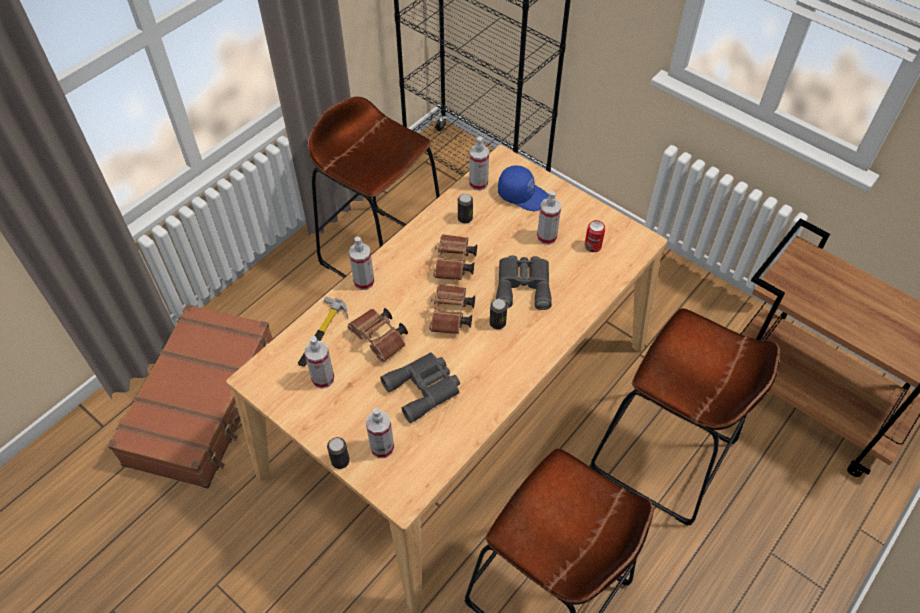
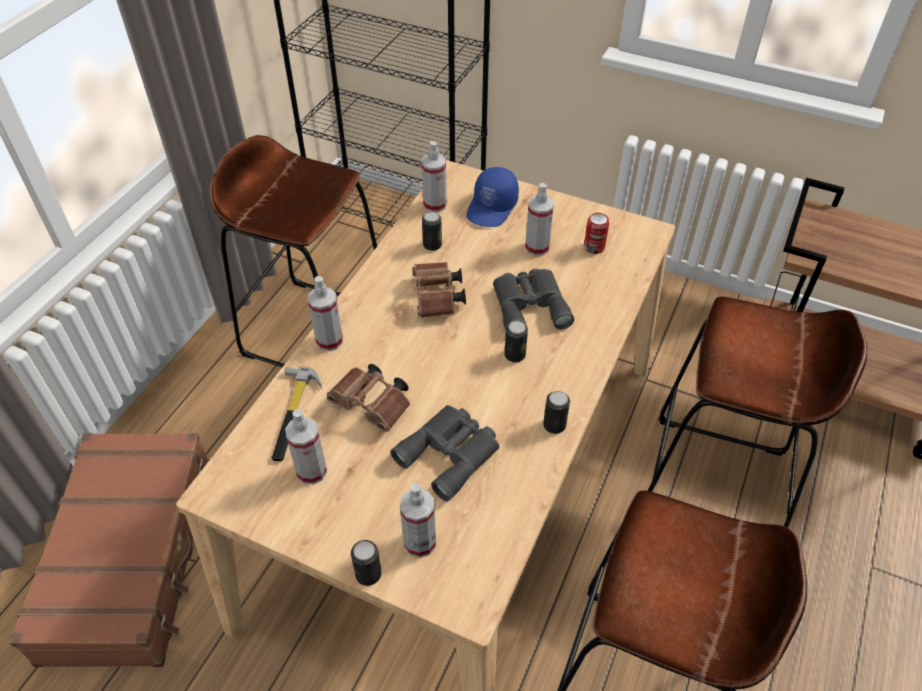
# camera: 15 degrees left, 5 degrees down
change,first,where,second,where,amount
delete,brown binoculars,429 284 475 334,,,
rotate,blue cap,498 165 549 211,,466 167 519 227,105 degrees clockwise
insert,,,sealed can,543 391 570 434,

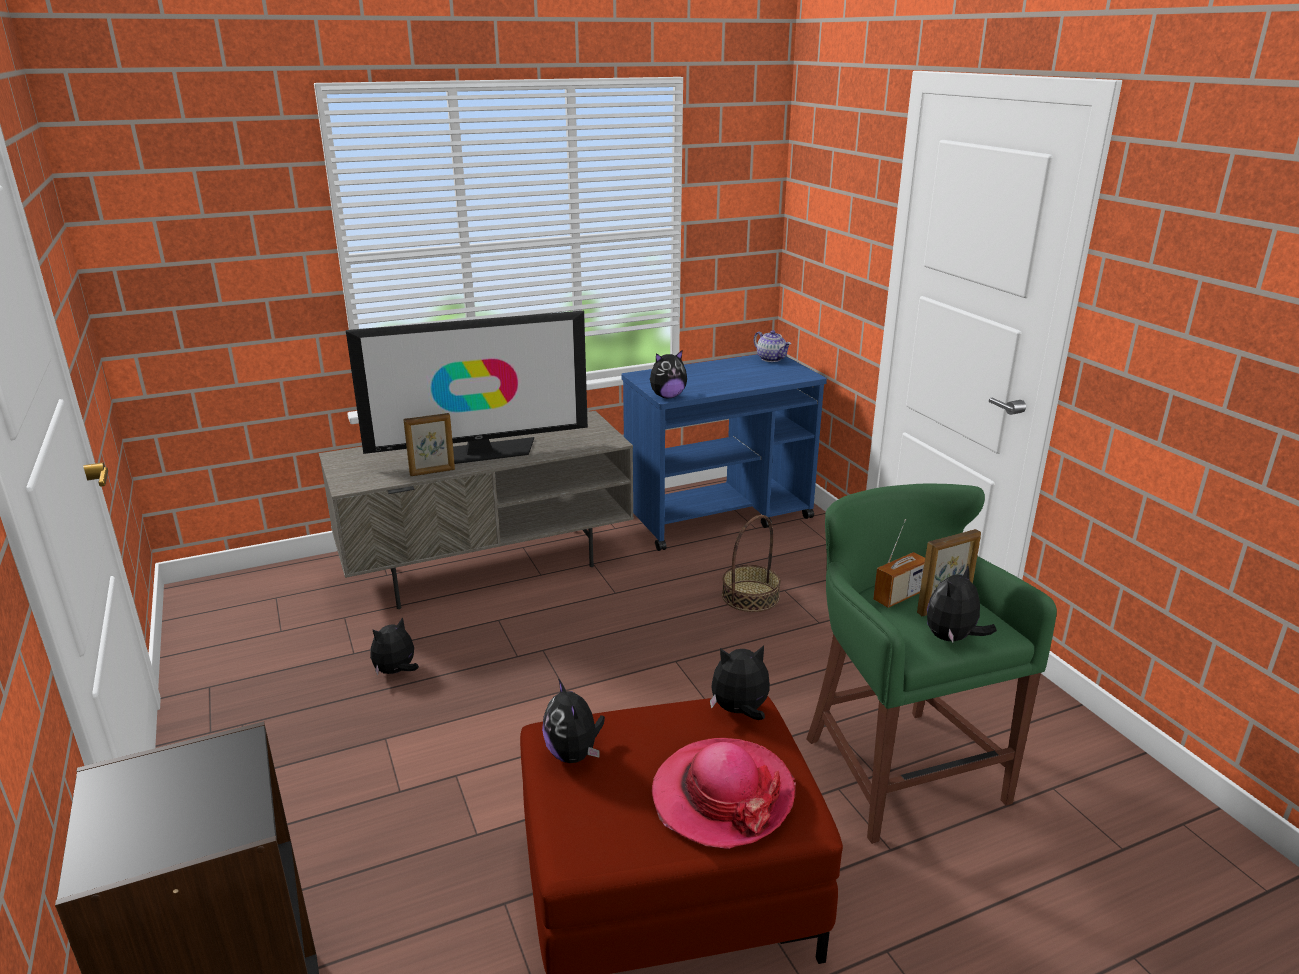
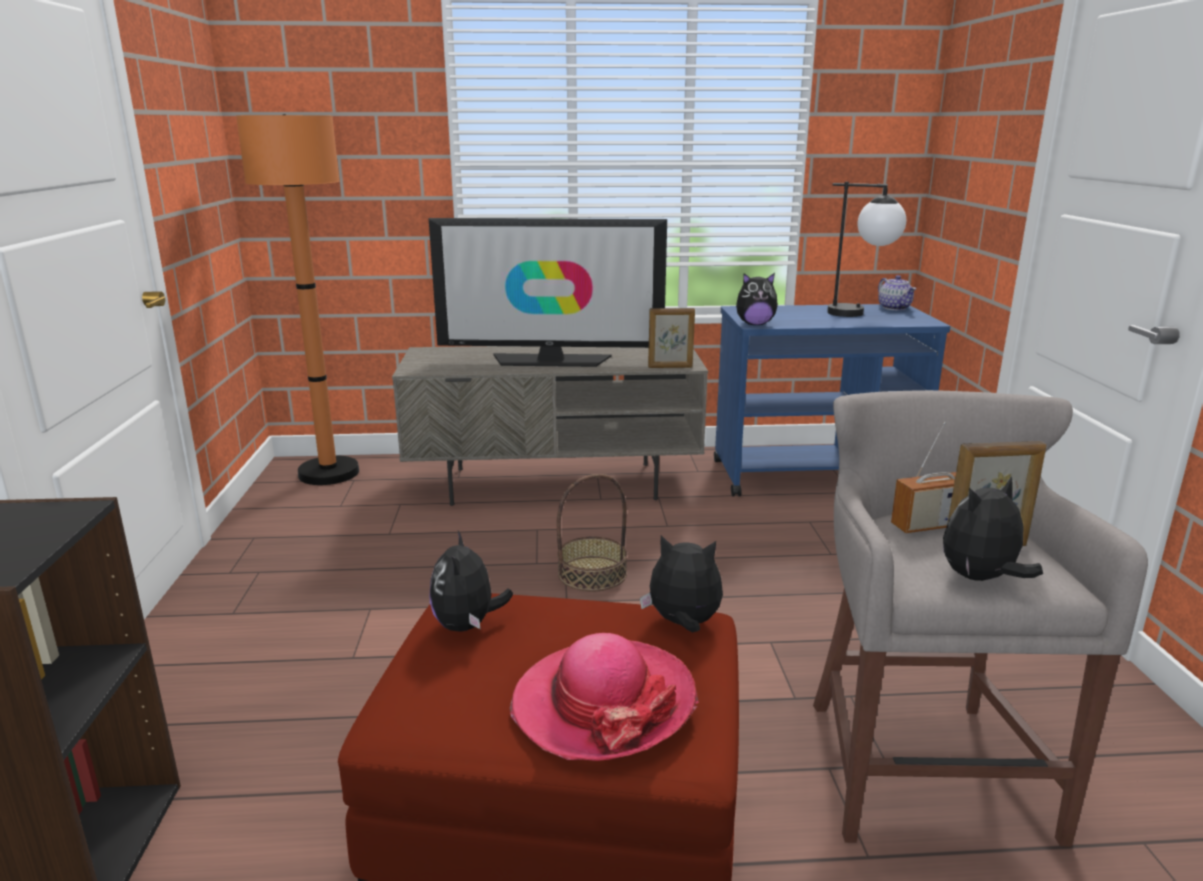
# camera: 20 degrees right, 5 degrees down
change,first,where,second,where,amount
delete,plush toy,370 617 419 676,,,
move,photo frame,404 413 455 476,,648 308 695 368,
move,household basket,722 515 781 612,,557 474 627 592,
recolor,green sitting stool,806 483 1057 844,greyish sitting stool,813 390 1148 847,
insert,,,orange-coloured standing lamp,236 114 359 485,
insert,,,table lamp,827 182 906 317,

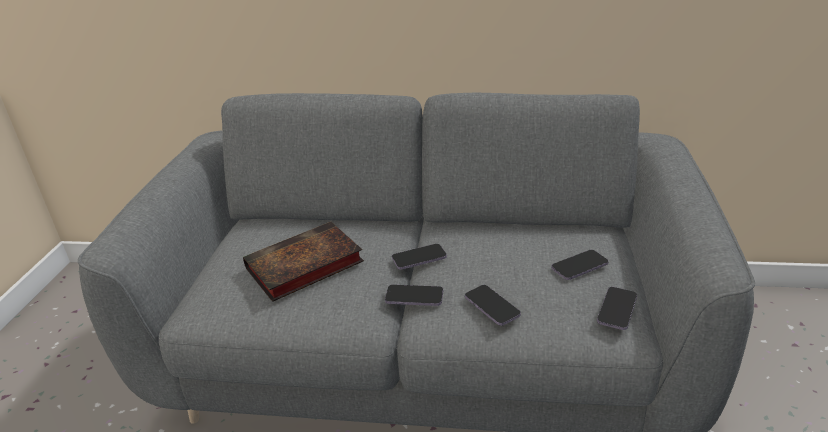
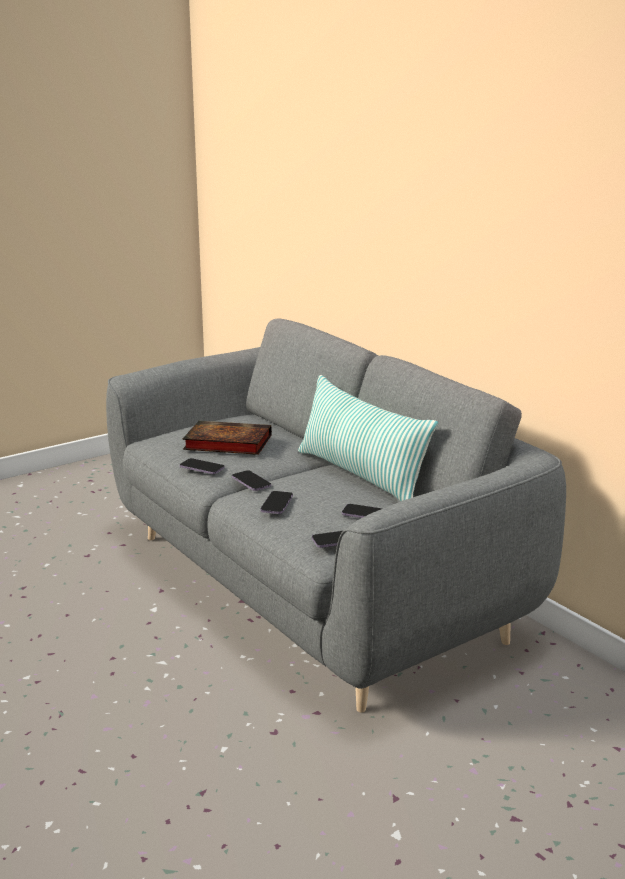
# camera: 45 degrees right, 10 degrees down
change,first,where,second,where,amount
move,phone,392 244 447 270,,180 458 225 474,
insert,,,pillow,298 375 438 501,

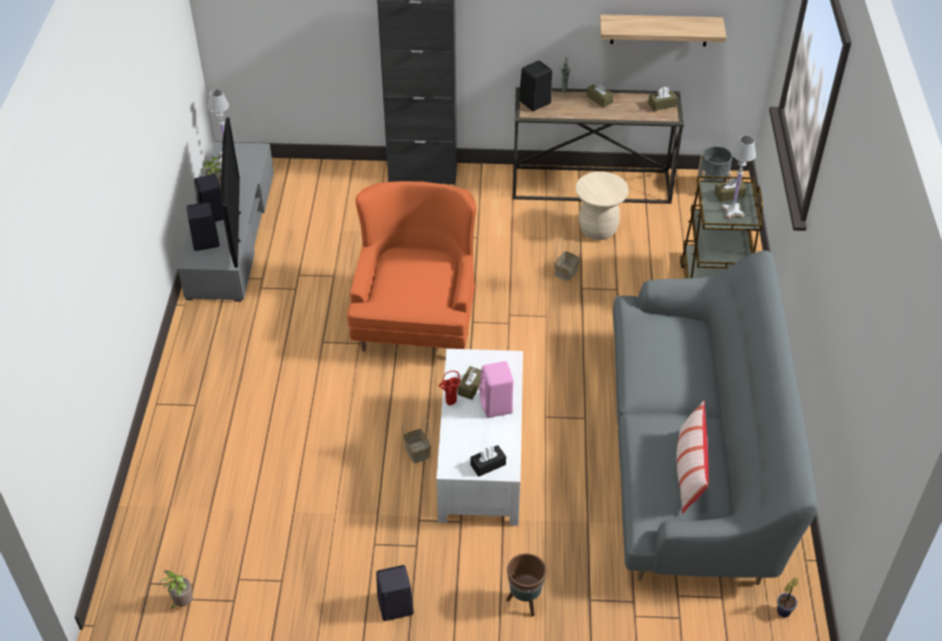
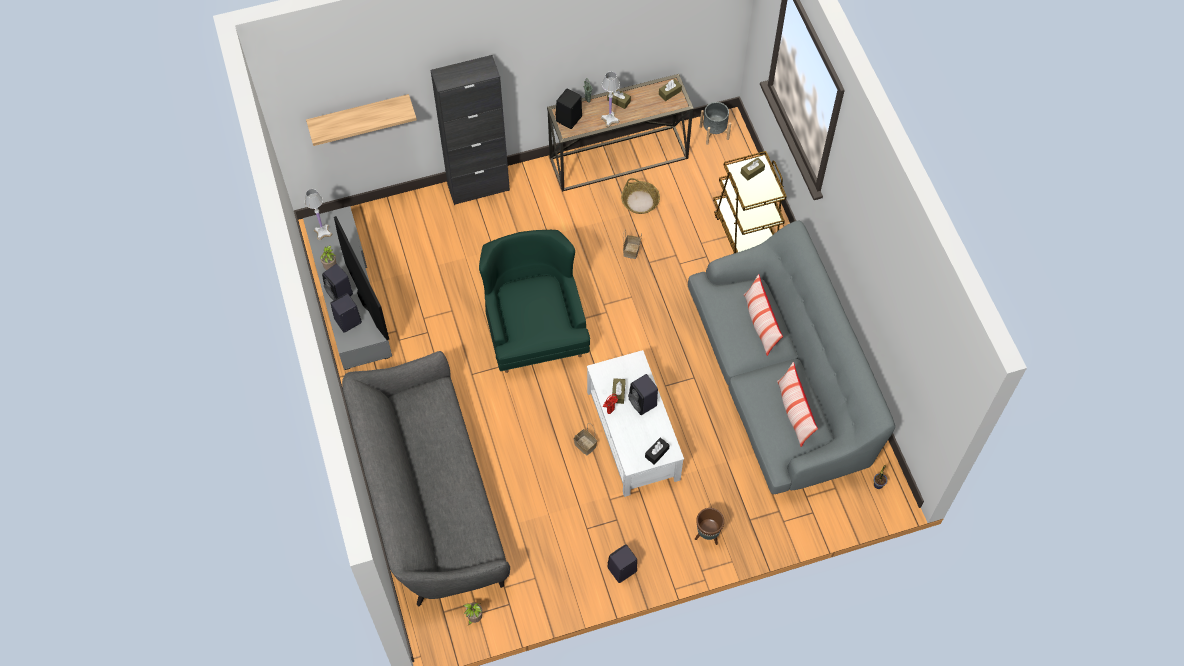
# camera: 20 degrees left, 15 degrees up
change,first,where,second,where,amount
recolor,orange-coloured armchair,347 181 476 351,green armchair,479 230 590 373,
recolor,pink loudspeaker,479 361 514 418,black-coloured loudspeaker,628 374 658 415,
replace,sand-coloured sitting stool,576 172 629 240,household basket,621 178 660 214,
move,wall shelf,600 14 726 46,,306 94 417 146,
move,white table lamp,720 135 756 220,,601 71 620 128,
insert,,,greyish sofa,342 351 510 606,
insert,,,pillow,744 274 783 356,

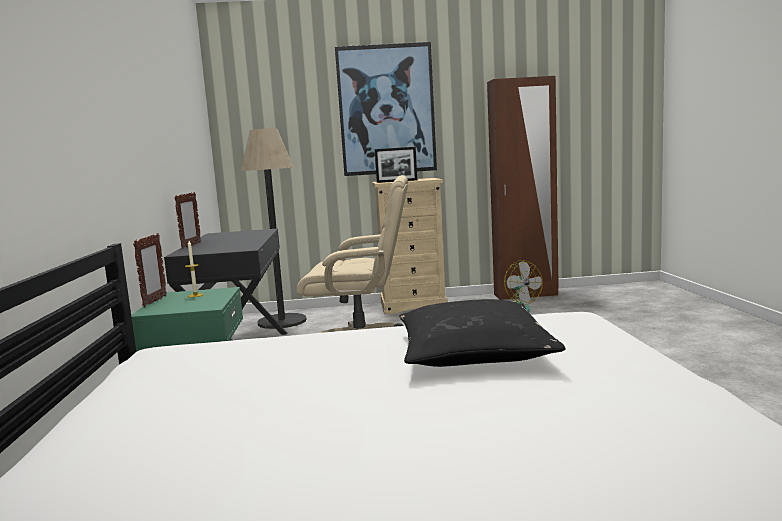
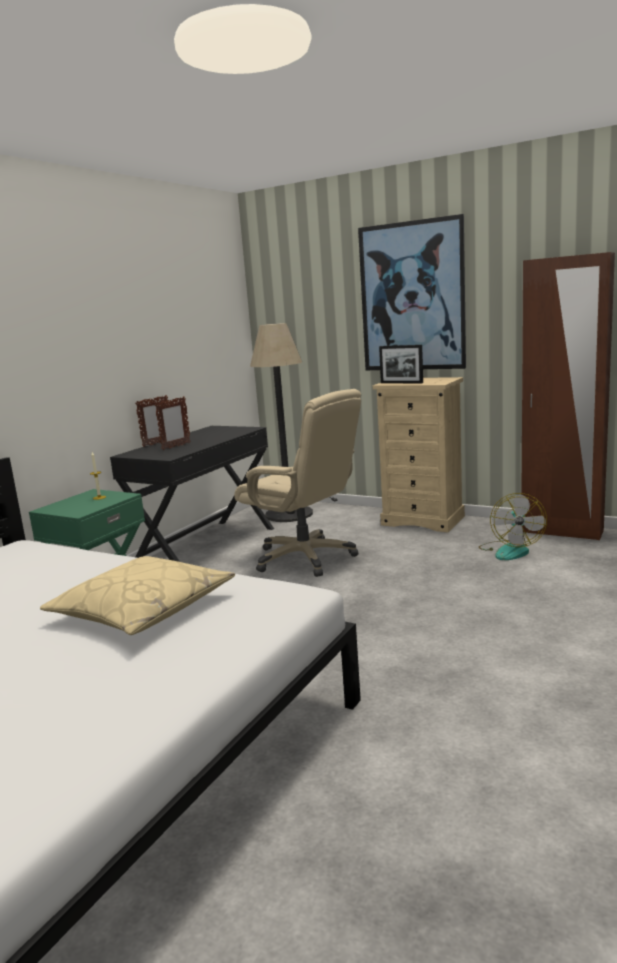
# camera: 35 degrees right, 5 degrees up
change,first,where,second,where,amount
move,photo frame,133 233 167 307,,155 396 191 450,
recolor,black-coloured pillow,400 299 565 367,sand-coloured pillow,40 556 235 635,

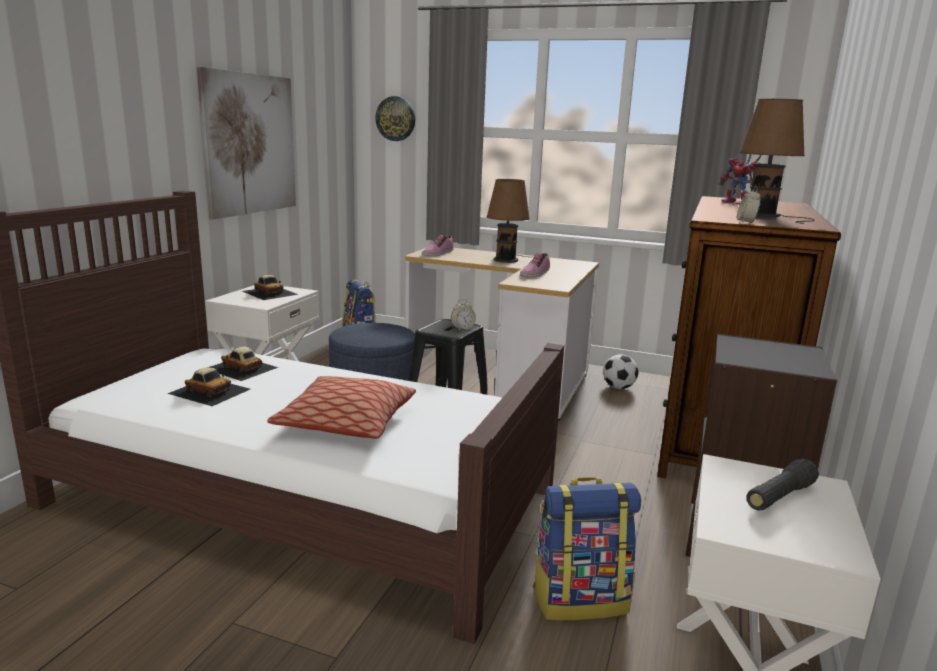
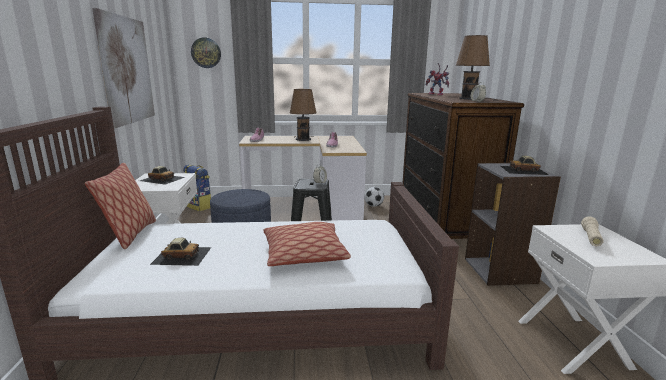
# camera: 25 degrees left, 0 degrees up
change,first,where,second,where,amount
move,miniature car,210 346 278 381,,501 156 549 175,
delete,knapsack,533 477 641 620,,,
recolor,black-coloured torch,747 459 819 511,sand-coloured torch,581 217 604 246,
insert,,,pillow,85 163 156 249,

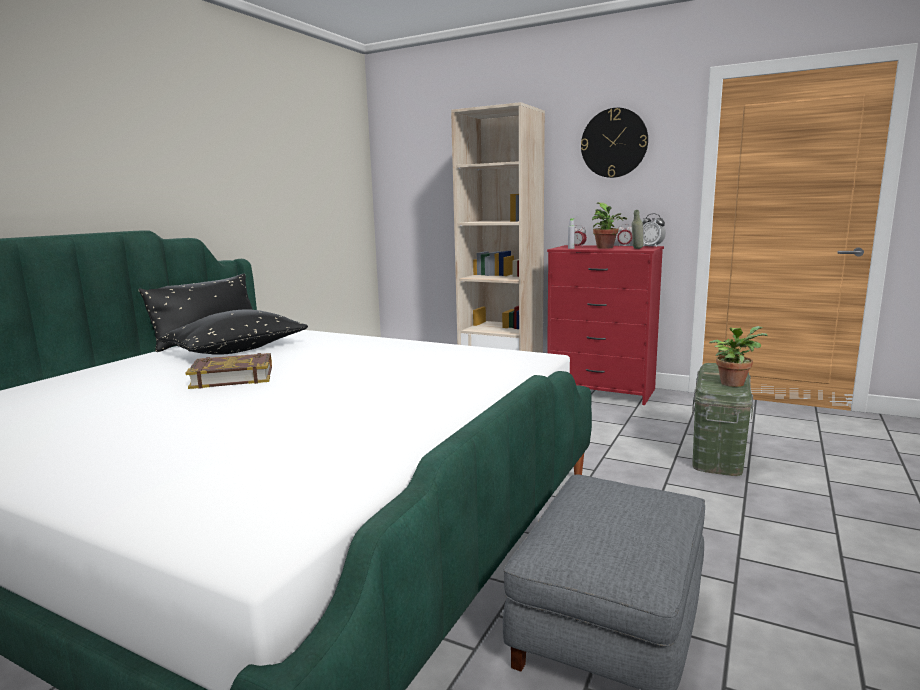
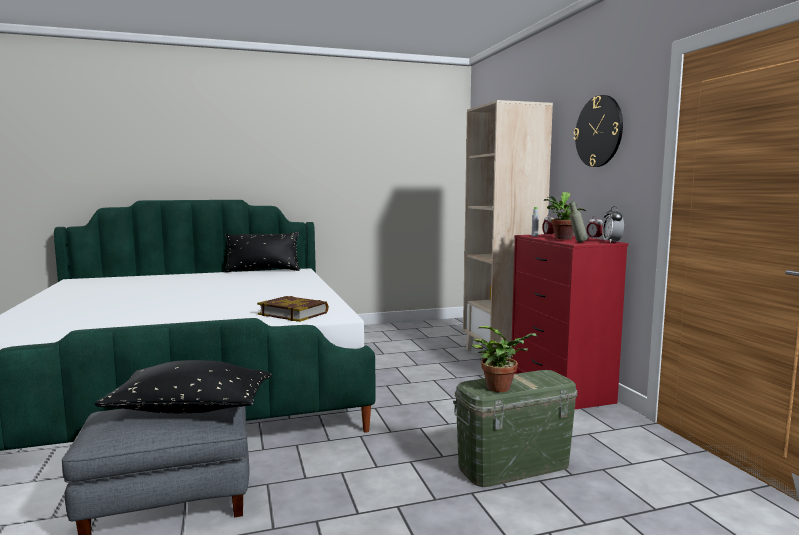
# camera: 45 degrees right, 5 degrees down
change,first,where,second,where,amount
move,black-coloured pillow,159 309 308 355,,95 360 272 413,
move,book,185 353 272 389,,257 296 329 322,

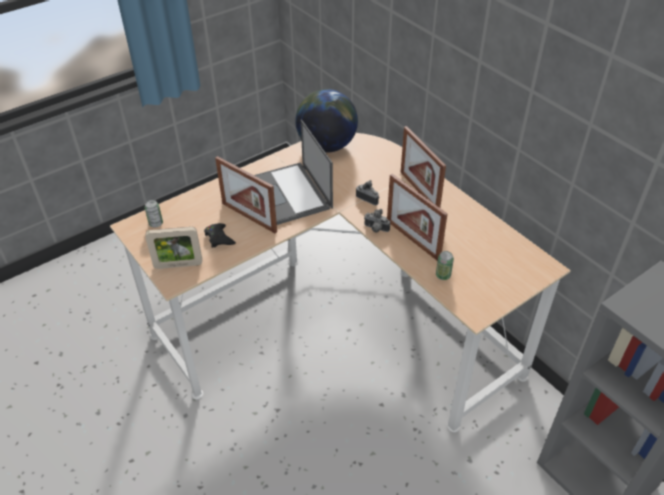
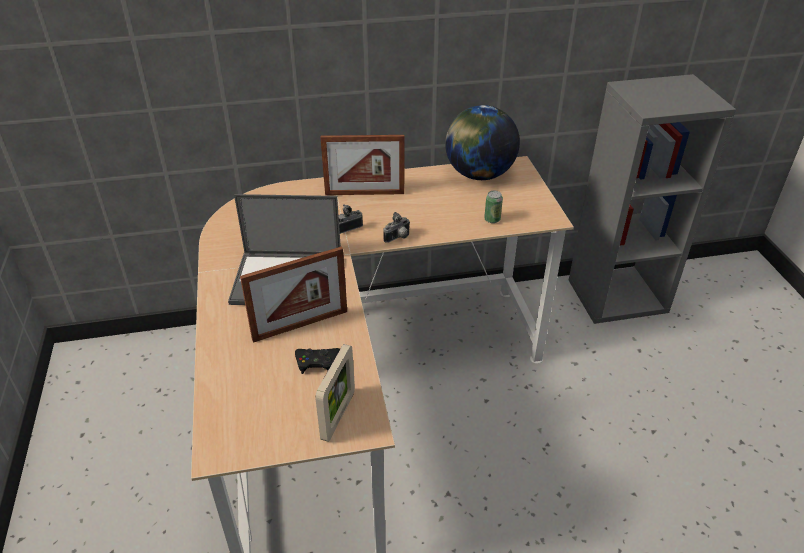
# camera: 65 degrees left, 5 degrees down
change,first,where,second,where,amount
delete,sealed can,144 200 163 228,,,
move,desk globe,295 89 358 153,,445 105 520 180,
delete,photo frame,387 174 447 261,,,

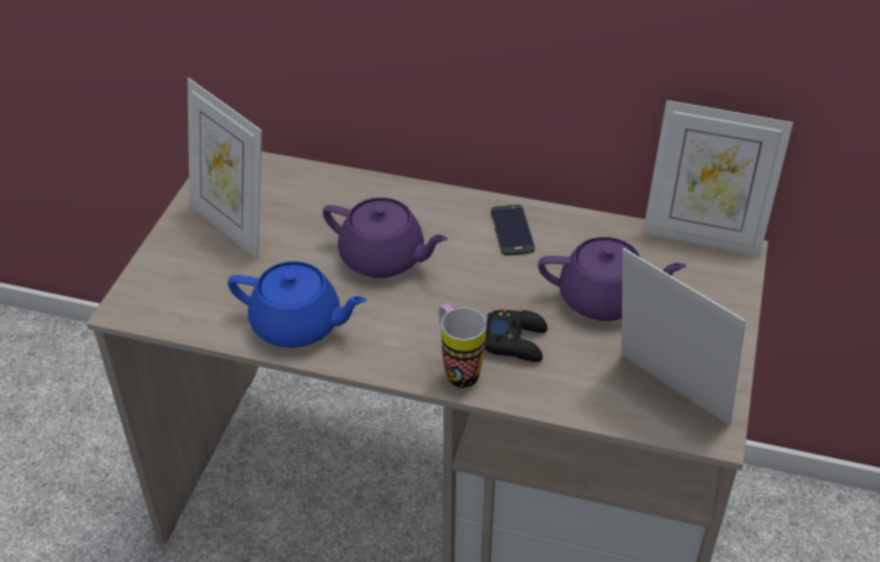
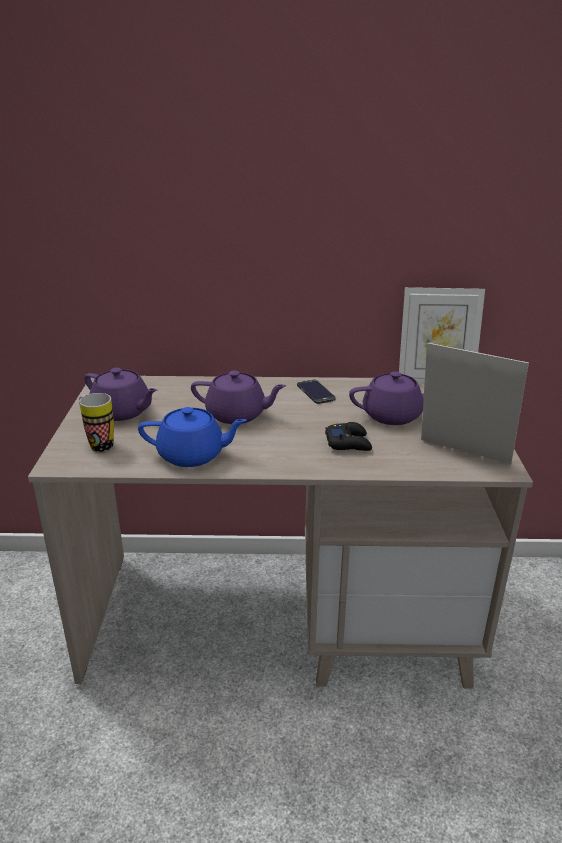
# camera: 15 degrees left, 15 degrees down
change,first,where,second,where,amount
replace,photo frame,187 78 262 260,purplish tea pot,84 368 157 421,
move,tea mug,438 304 486 388,,79 393 114 452,

